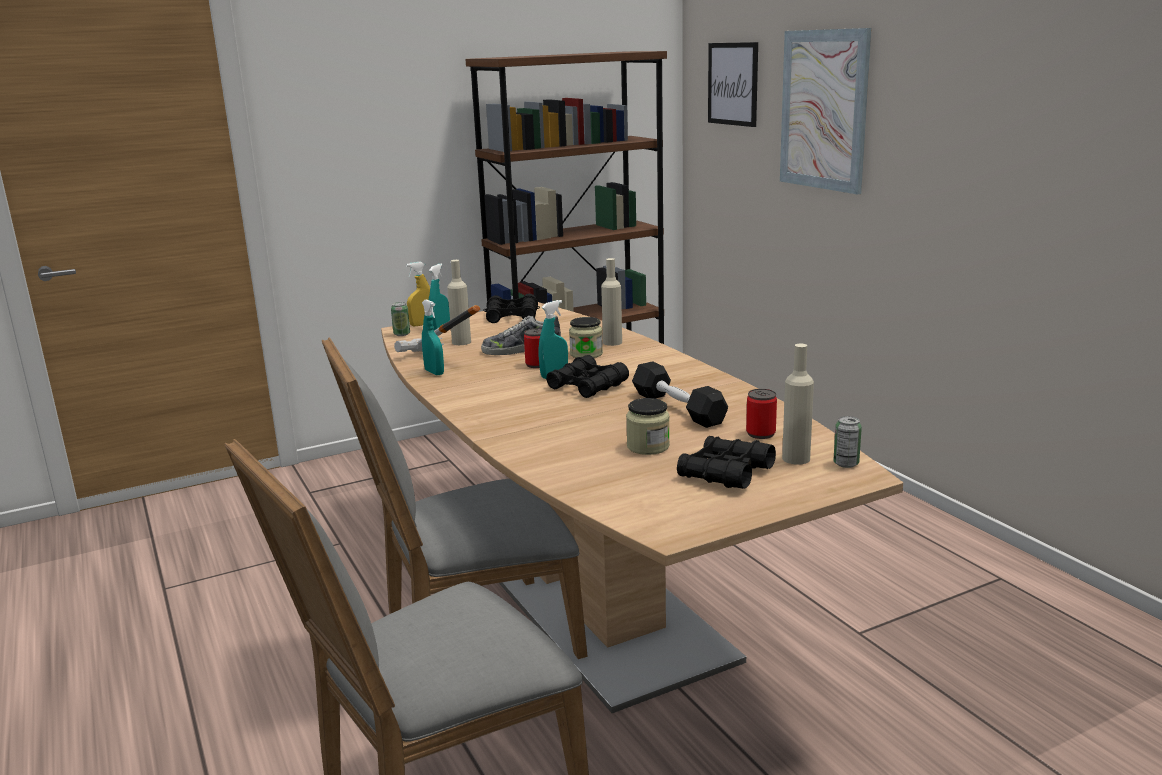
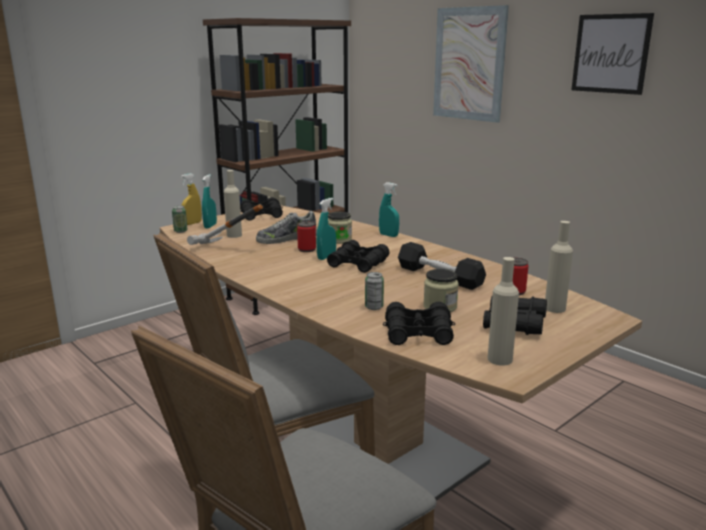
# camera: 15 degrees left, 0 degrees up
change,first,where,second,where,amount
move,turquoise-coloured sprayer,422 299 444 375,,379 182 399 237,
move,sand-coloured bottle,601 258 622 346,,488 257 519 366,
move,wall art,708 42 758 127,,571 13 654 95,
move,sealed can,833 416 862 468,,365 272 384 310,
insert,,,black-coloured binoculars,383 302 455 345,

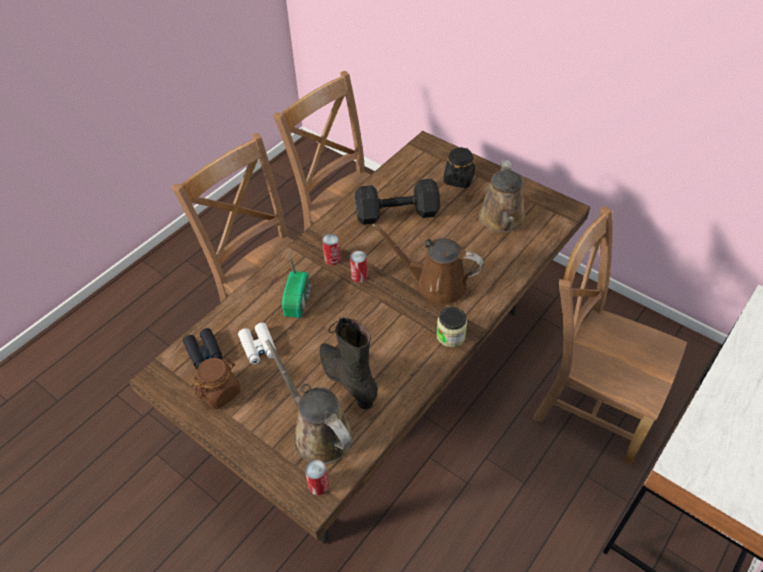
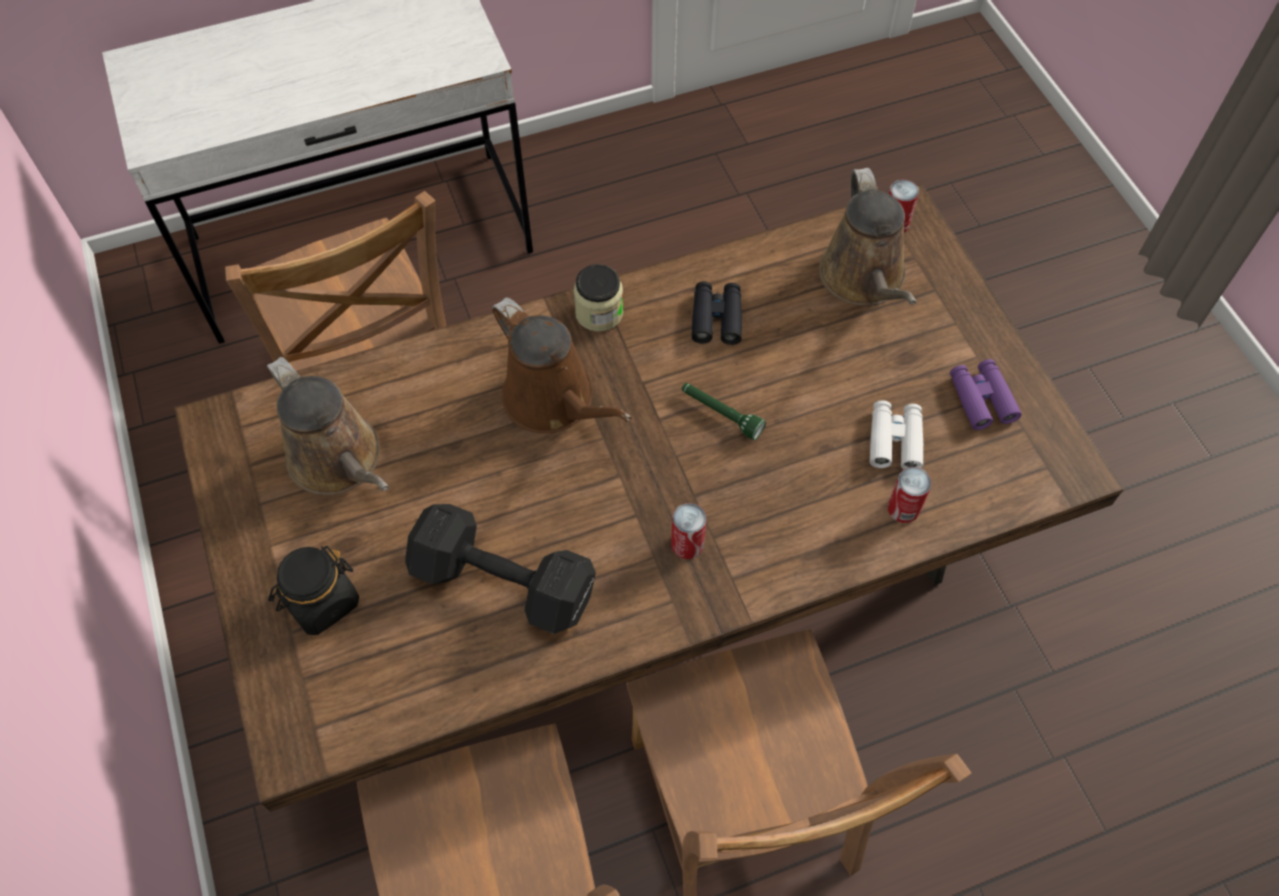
# camera: 150 degrees left, 10 degrees up
change,first,where,second,where,amount
move,black-coloured binoculars,183 328 223 370,,692 281 742 345,
replace,brown jar,193 358 241 409,purplish binoculars,950 359 1022 430,
delete,radio,282 250 312 318,,,
delete,black-coloured high-top boot,319 318 378 410,,,
move,sealed can,350 251 368 283,,888 467 932 523,
rotate,brown watering can,479 160 526 233,,267 357 389 495,105 degrees clockwise
insert,,,green torch,682 383 766 440,

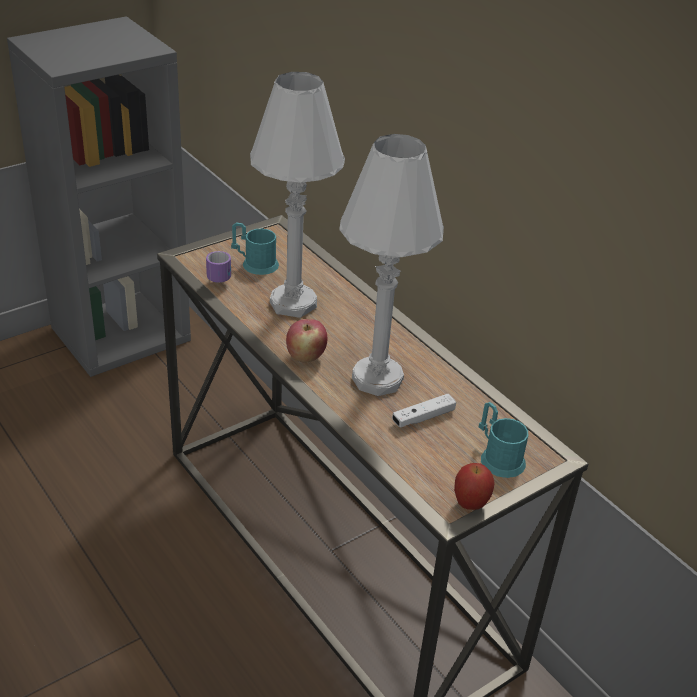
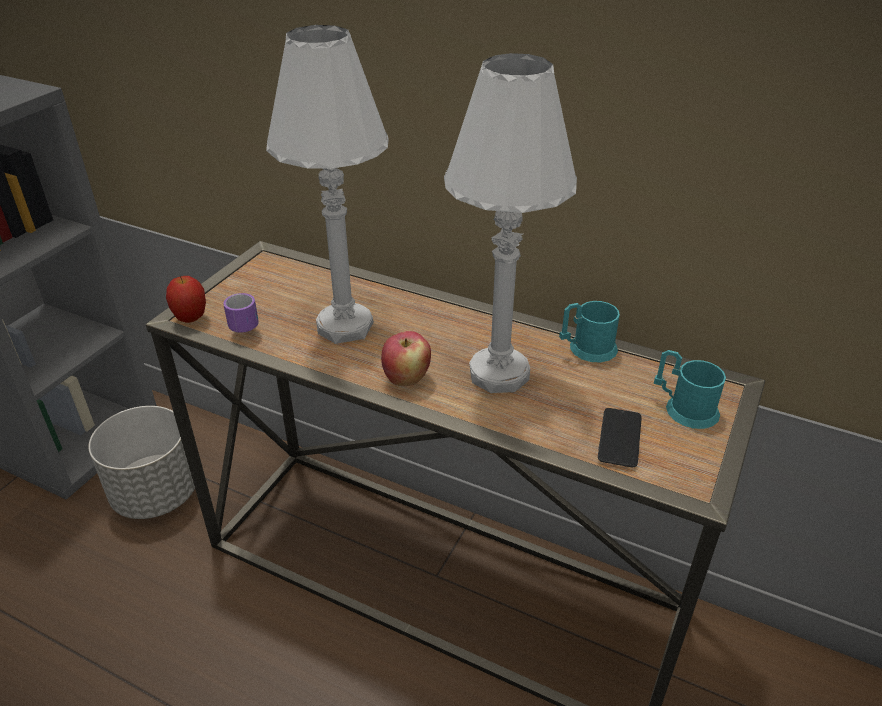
# camera: 25 degrees left, 0 degrees up
change,first,where,second,where,amount
move,turquoise-coloured tea mug,231 223 279 275,,559 301 620 363,
delete,white joypad,392 394 456 428,,,
move,whole apple,454 463 495 510,,166 276 206 323,
insert,,,greyish plant pot,88 406 195 519,
insert,,,phone,598 408 642 467,

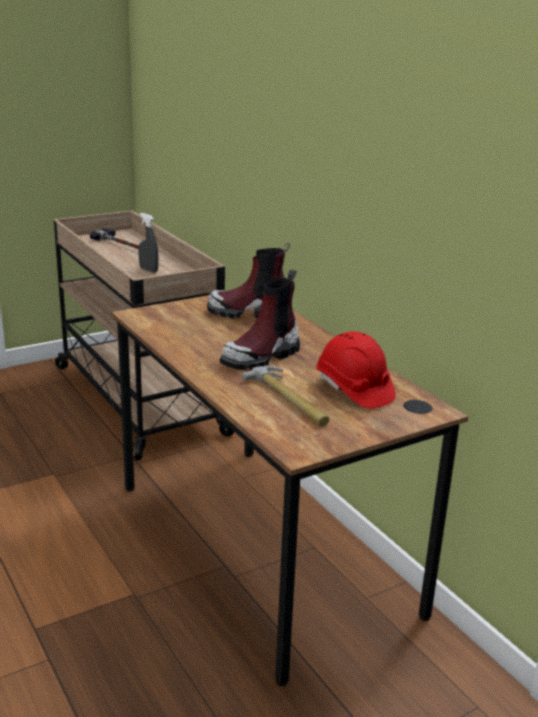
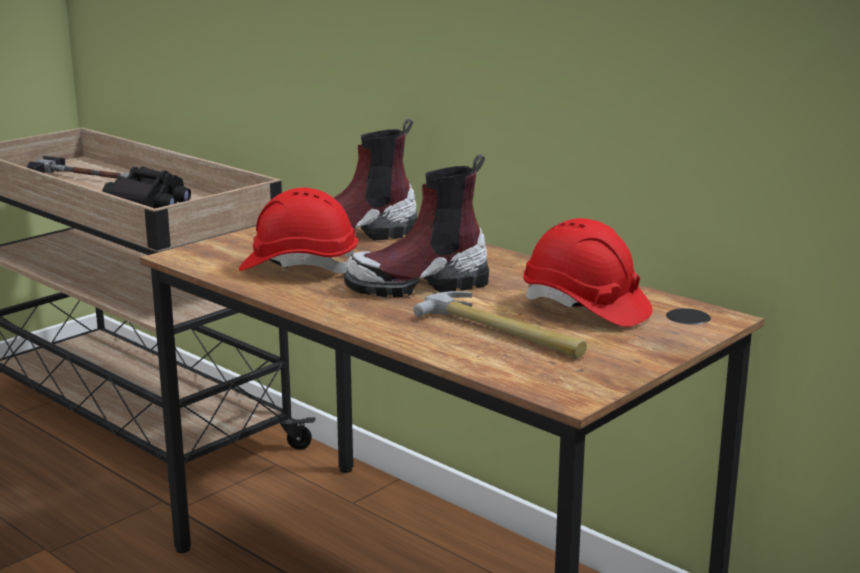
# camera: 15 degrees left, 5 degrees down
change,first,where,second,where,amount
replace,greyish sprayer,138 213 159 273,black-coloured binoculars,102 167 191 208,
rotate,high-top boot,220 269 300 370,,344 155 489 297,45 degrees clockwise
insert,,,red work helmet,239 187 358 273,

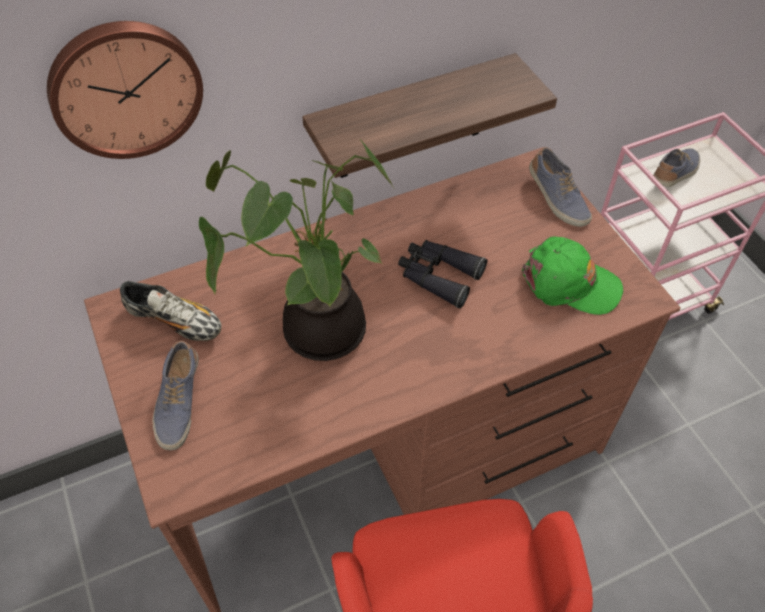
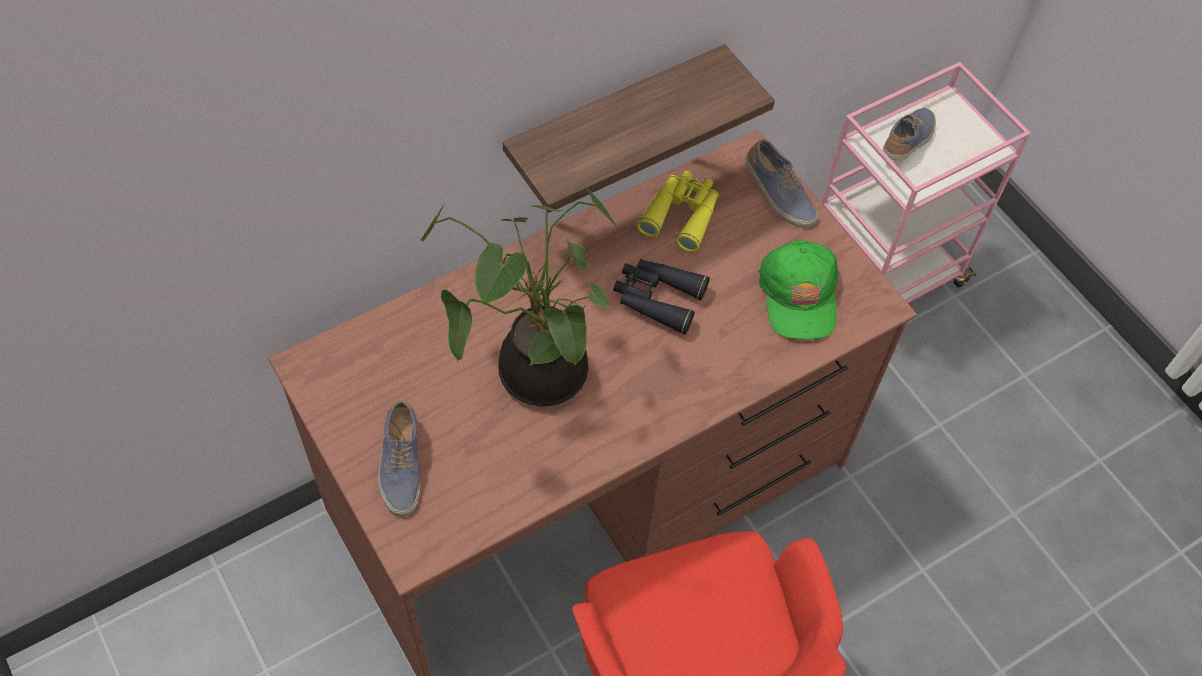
# camera: 10 degrees left, 5 degrees up
change,first,where,second,where,amount
delete,clock on the wall,47 21 203 159,,,
delete,item of footwear,120 281 221 341,,,
rotate,green cap,522 237 624 315,,759 240 838 340,75 degrees clockwise
insert,,,yellow binoculars,636 171 719 253,

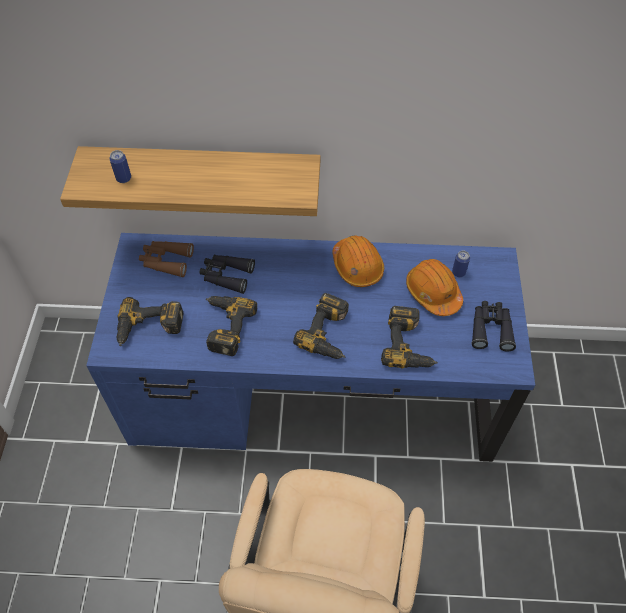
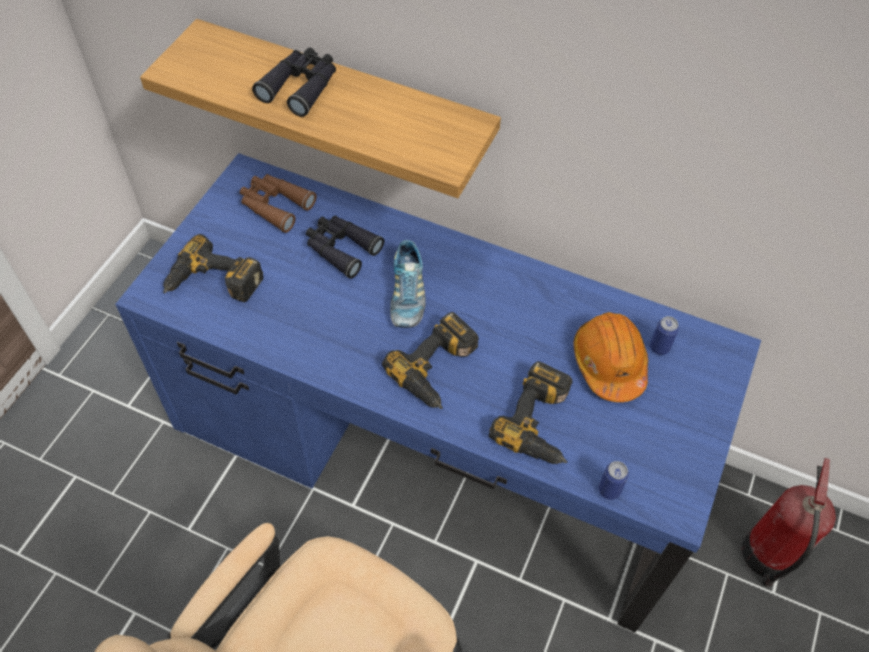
# camera: 20 degrees right, 0 degrees up
change,first,where,second,where,amount
move,sealed can,109 150 131 183,,598 461 629 500,
delete,electric drill,206 296 257 356,,,
delete,orange-coloured work helmet,332 235 384 287,,,
move,black-coloured binoculars,471 301 516 352,,252 47 336 117,
insert,,,item of footwear,390 240 426 328,
insert,,,fire extinguisher,742 458 836 587,

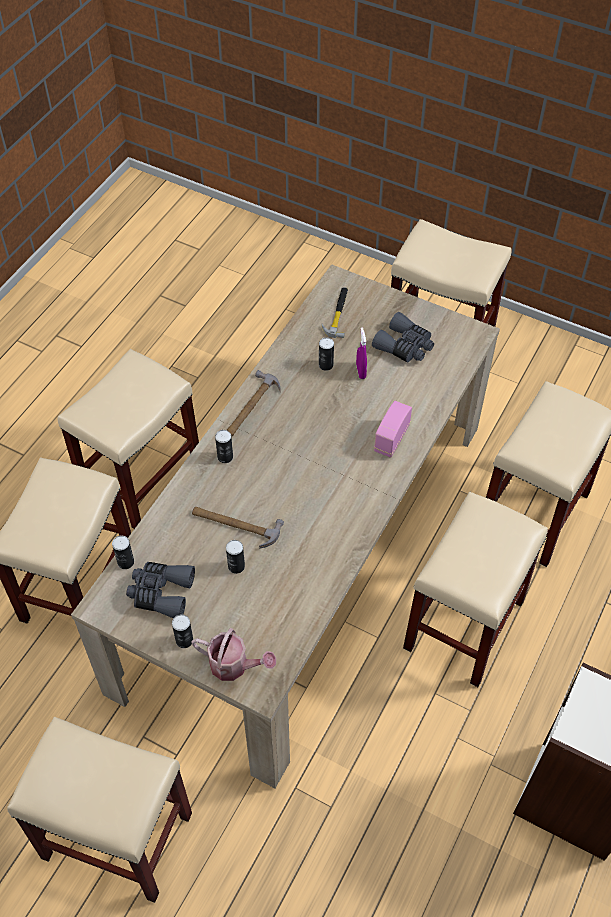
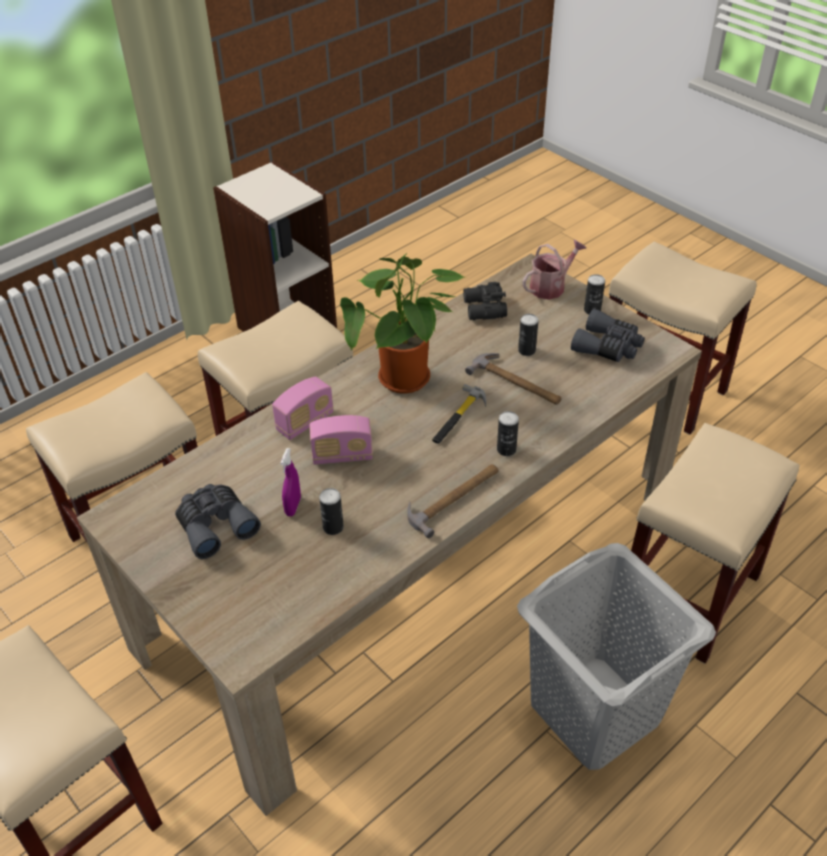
# camera: 160 degrees left, 10 degrees down
change,first,where,second,where,amount
replace,sand-coloured sitting stool,58 349 199 529,greyish washing basket,517 543 716 770,
delete,sealed can,112 536 134 569,,,
rotate,watering can,191 628 276 681,,522 240 586 300,105 degrees clockwise
move,tool hammer,322 287 348 338,,432 384 486 444,
insert,,,radio,310 415 373 465,
insert,,,houseplant,340 253 464 394,
insert,,,black-coloured binoculars,463 282 507 320,

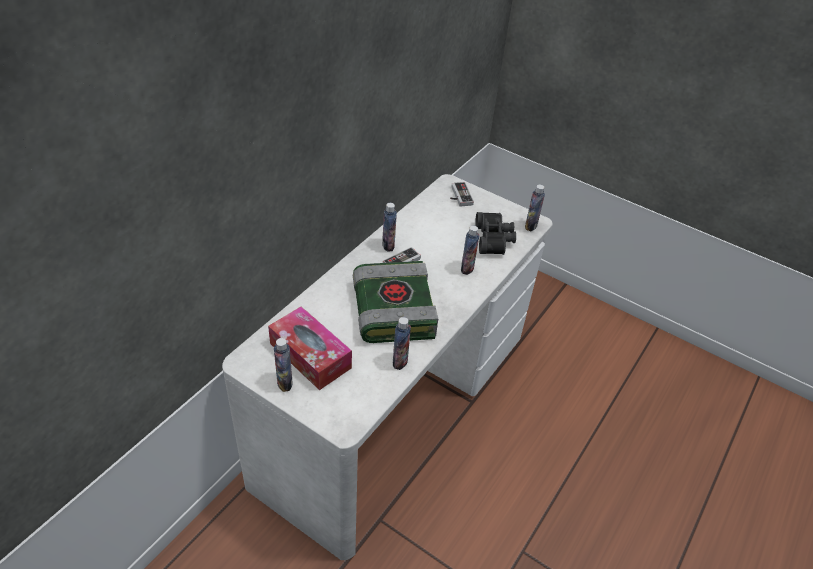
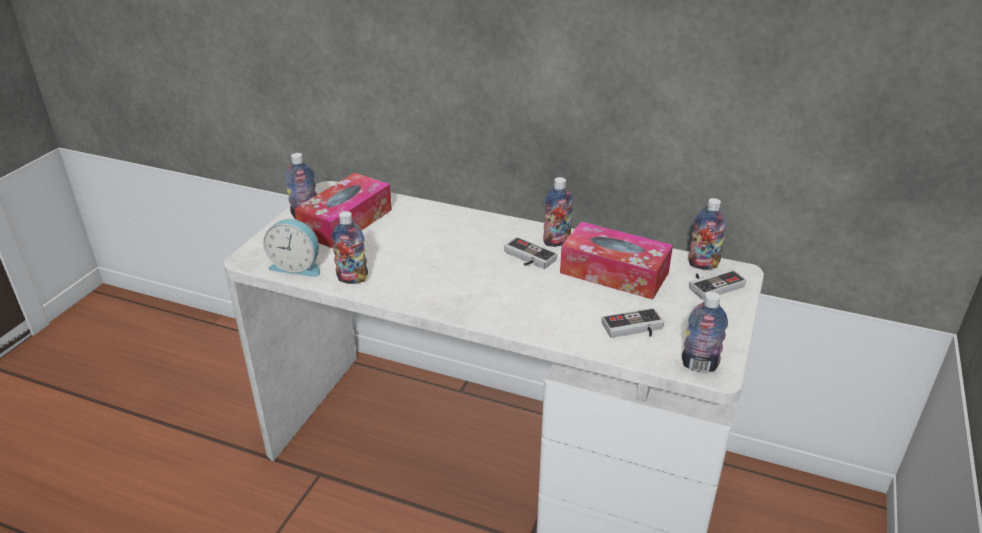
# camera: 80 degrees right, 10 degrees down
change,first,where,second,where,amount
delete,book,353 261 438 343,,,
move,bottle,461 226 480 275,,688 198 727 269,
replace,black-coloured binoculars,475 212 516 255,joypad,602 308 664 338,
insert,,,alarm clock,263 219 320 277,
insert,,,tissue holder,560 222 673 300,

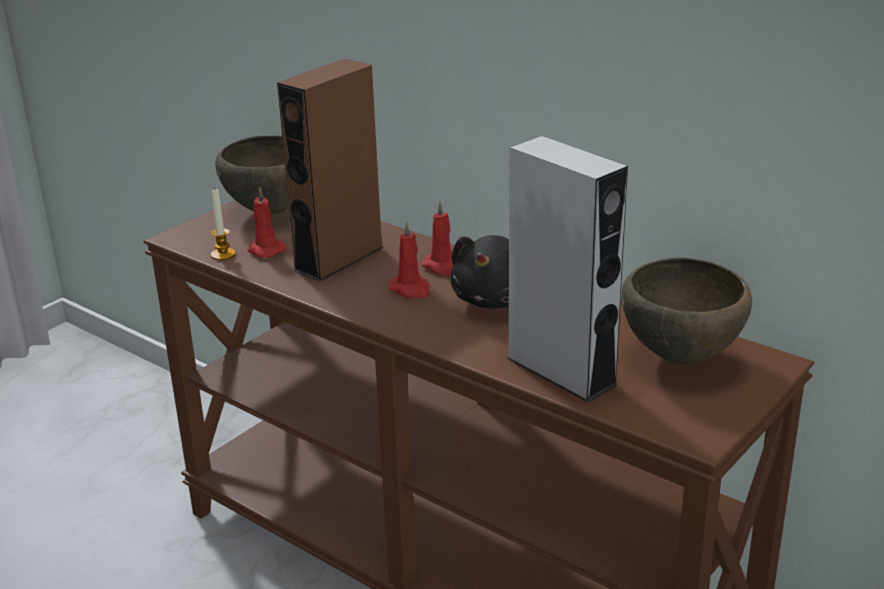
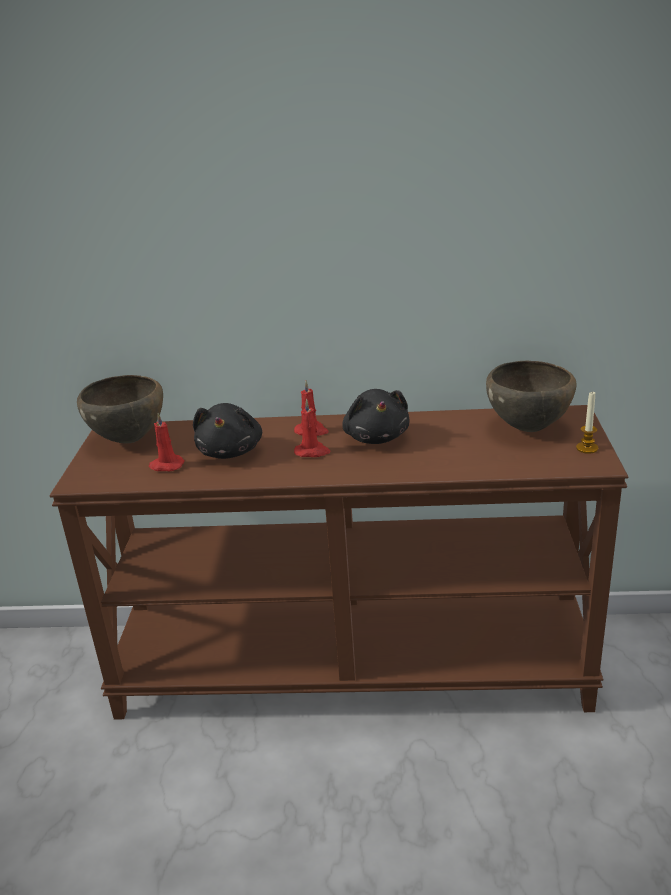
# camera: 35 degrees left, 0 degrees up
change,first,where,second,where,amount
move,wax light,211 187 236 261,,576 391 598 454,
replace,brown loudspeaker,277 59 383 281,black-coloured plush toy,193 403 262 459,
delete,greyish loudspeaker,507 136 628 402,,,

